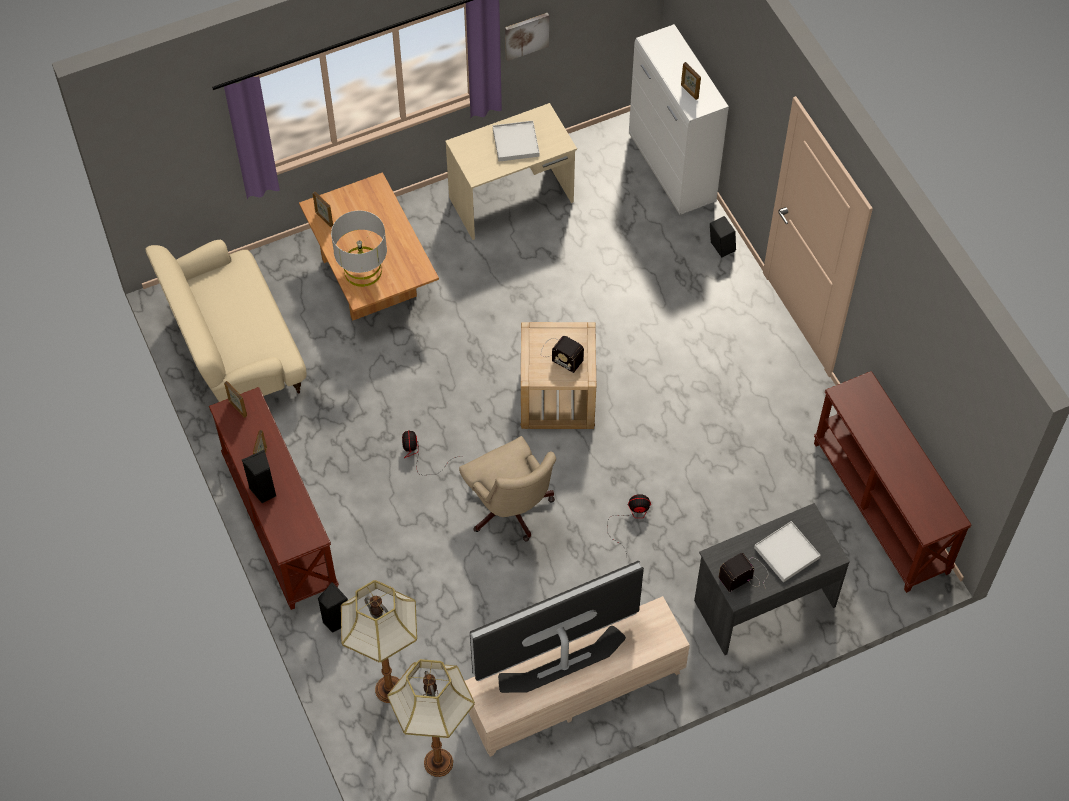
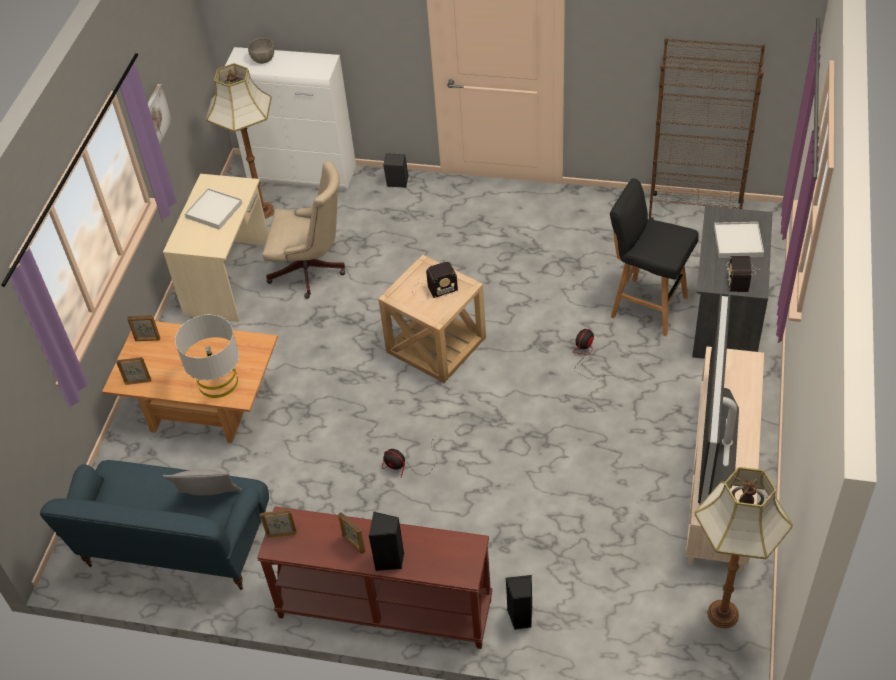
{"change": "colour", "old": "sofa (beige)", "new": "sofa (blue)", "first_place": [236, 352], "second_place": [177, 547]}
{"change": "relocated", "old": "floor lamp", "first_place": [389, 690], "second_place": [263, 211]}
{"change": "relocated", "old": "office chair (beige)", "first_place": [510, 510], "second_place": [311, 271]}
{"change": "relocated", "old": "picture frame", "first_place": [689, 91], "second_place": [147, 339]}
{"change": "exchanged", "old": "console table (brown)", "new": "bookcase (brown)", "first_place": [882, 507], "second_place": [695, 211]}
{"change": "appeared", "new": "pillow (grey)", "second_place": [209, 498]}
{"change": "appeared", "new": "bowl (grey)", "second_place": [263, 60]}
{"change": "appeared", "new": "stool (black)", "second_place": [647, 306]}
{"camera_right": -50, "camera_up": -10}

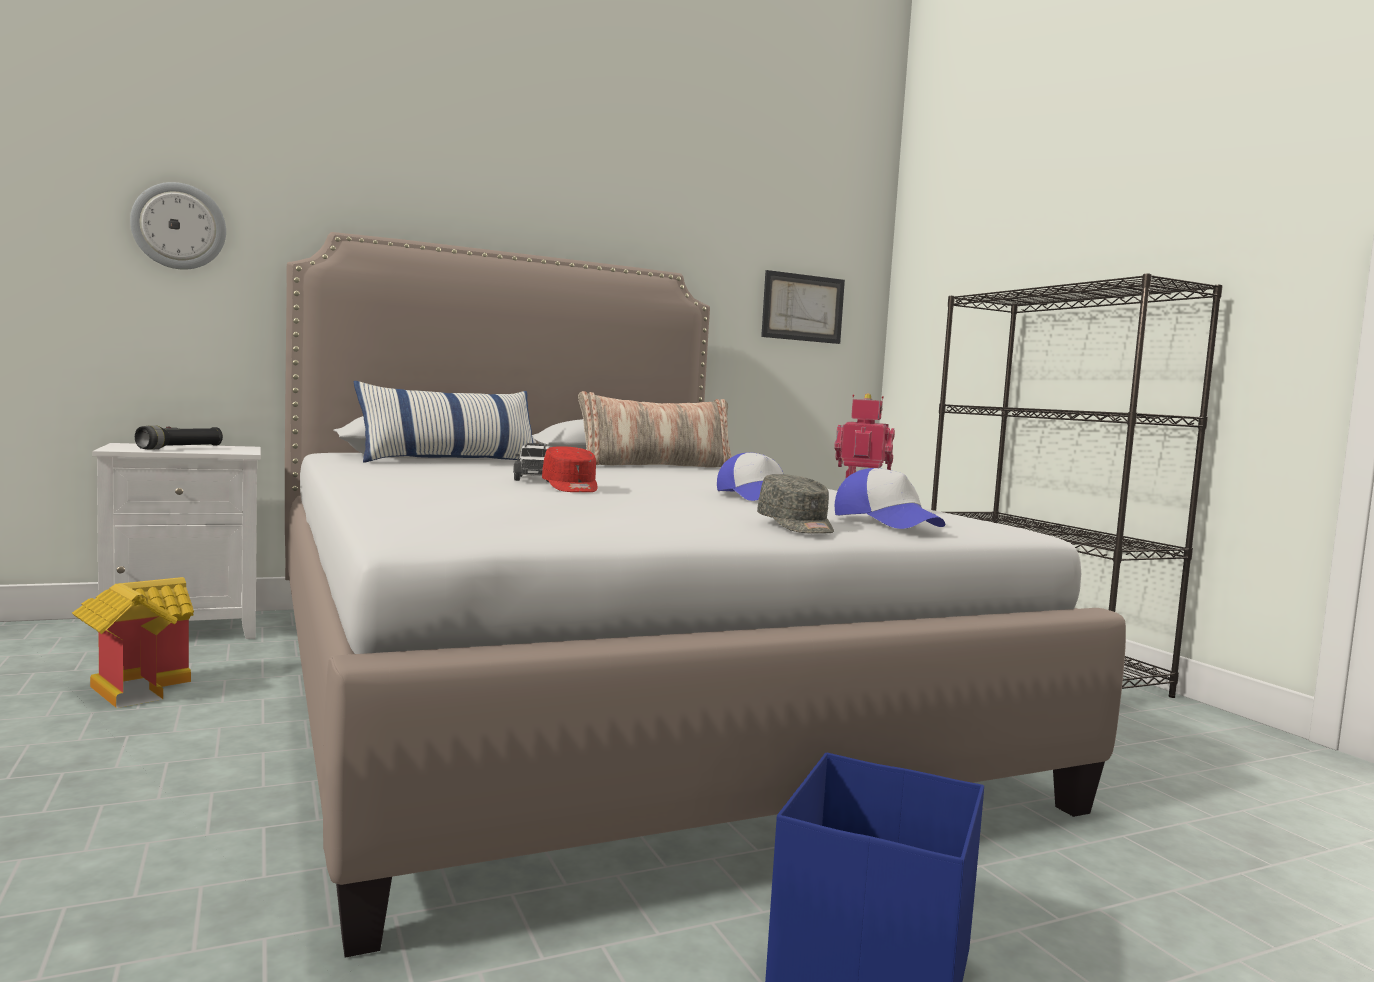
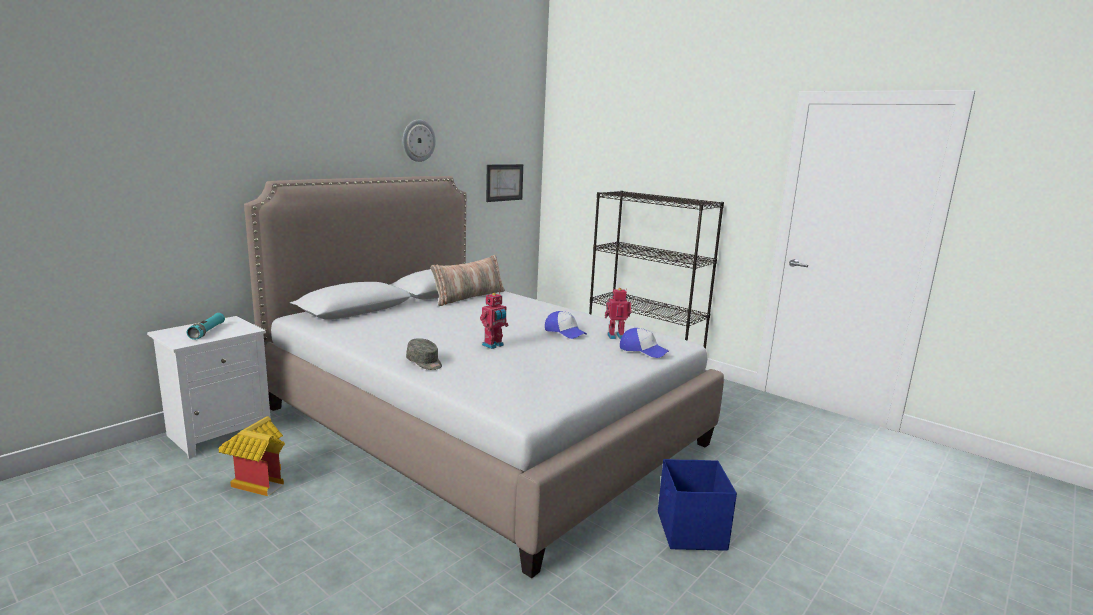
{"change": "relocated", "old": "wall clock", "first_place": [179, 226], "second_place": [418, 140]}
{"change": "colour", "old": "flashlight (black)", "new": "flashlight (turquoise)", "first_place": [180, 448], "second_place": [207, 332]}
{"change": "missing", "old": "pillow", "first_place": [450, 461]}
{"change": "missing", "old": "toy car", "first_place": [534, 479]}
{"change": "exchanged", "old": "cap (red)", "new": "toy robot", "first_place": [571, 488], "second_place": [493, 345]}
{"change": "relocated", "old": "cap (grey)", "first_place": [796, 526], "second_place": [425, 363]}
{"camera_right": -25, "camera_up": 10}

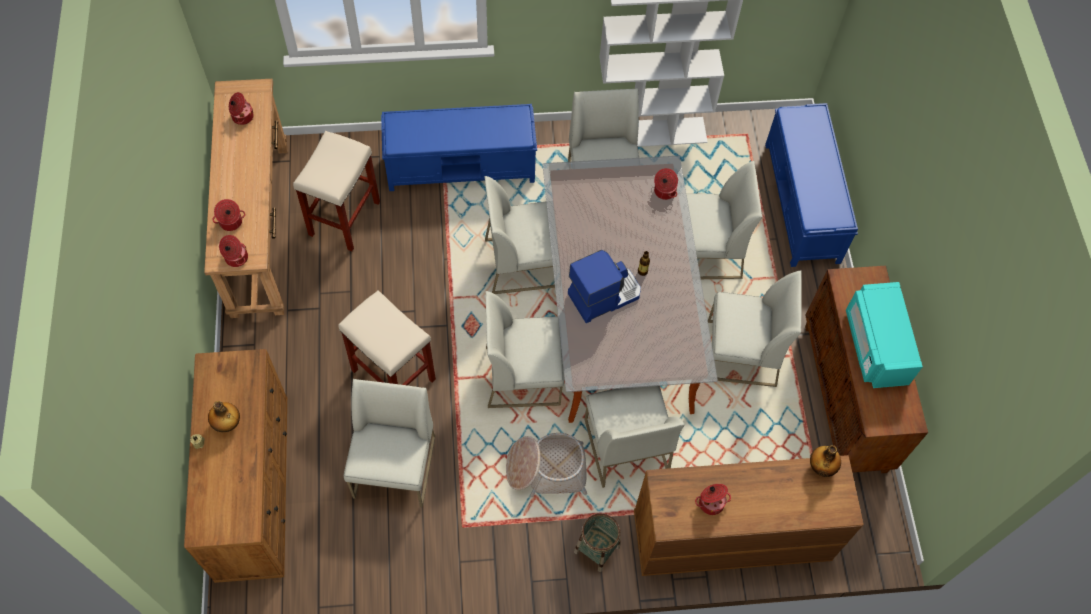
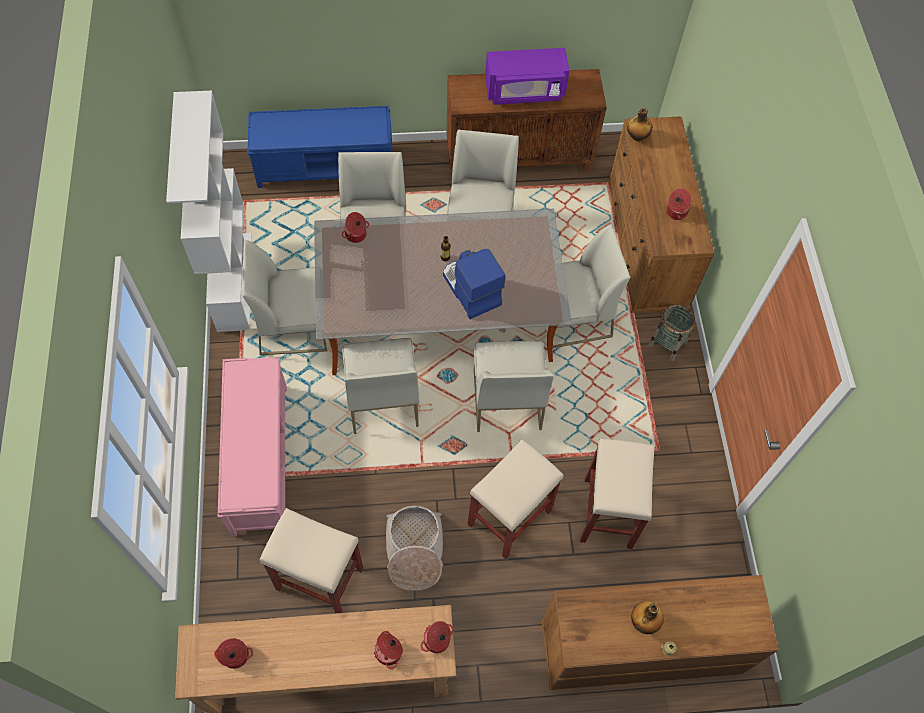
{"change": "exchanged", "old": "chair (white)", "new": "stool (beige)", "first_place": [395, 468], "second_place": [607, 511]}
{"change": "colour", "old": "bench (blue)", "new": "bench (pink)", "first_place": [462, 166], "second_place": [260, 457]}
{"change": "relocated", "old": "basket", "first_place": [546, 469], "second_place": [414, 550]}
{"change": "colour", "old": "microwave (turquoise)", "new": "microwave (purple)", "first_place": [875, 346], "second_place": [525, 91]}
{"camera_right": -90, "camera_up": 0}

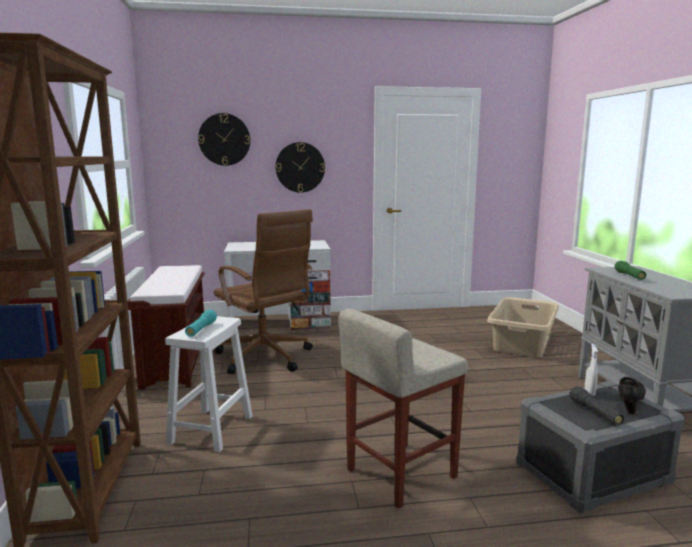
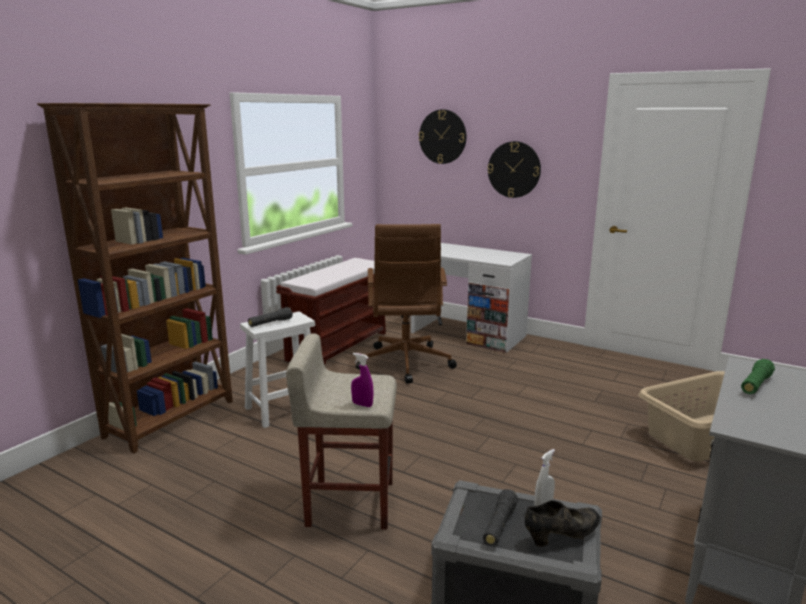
{"change": "colour", "old": "flashlight (turquoise)", "new": "flashlight (black)", "first_place": [201, 330], "second_place": [270, 323]}
{"change": "appeared", "new": "spray bottle (purple)", "second_place": [362, 405]}
{"camera_right": 40, "camera_up": 5}

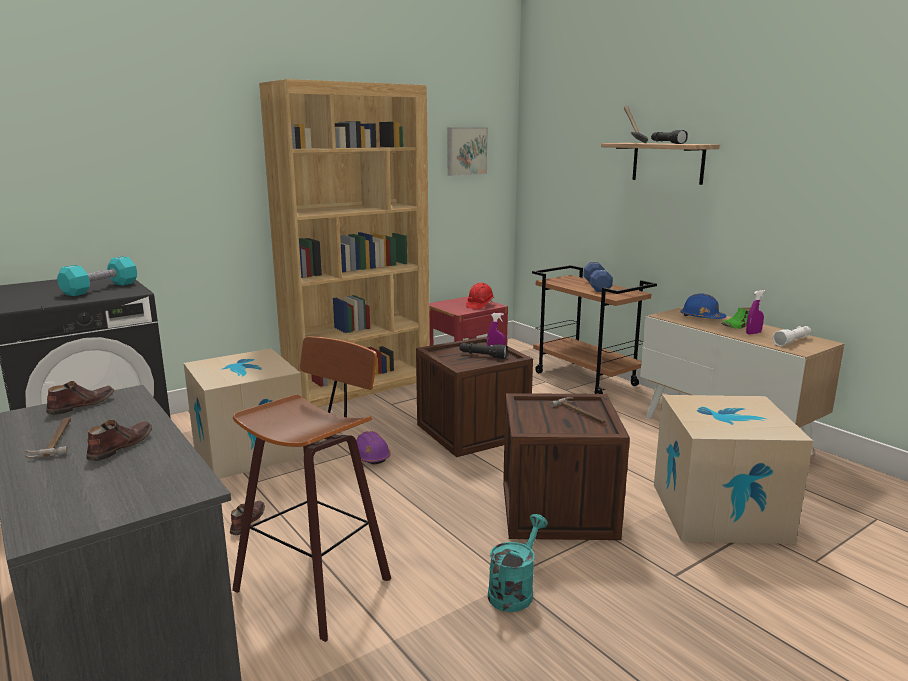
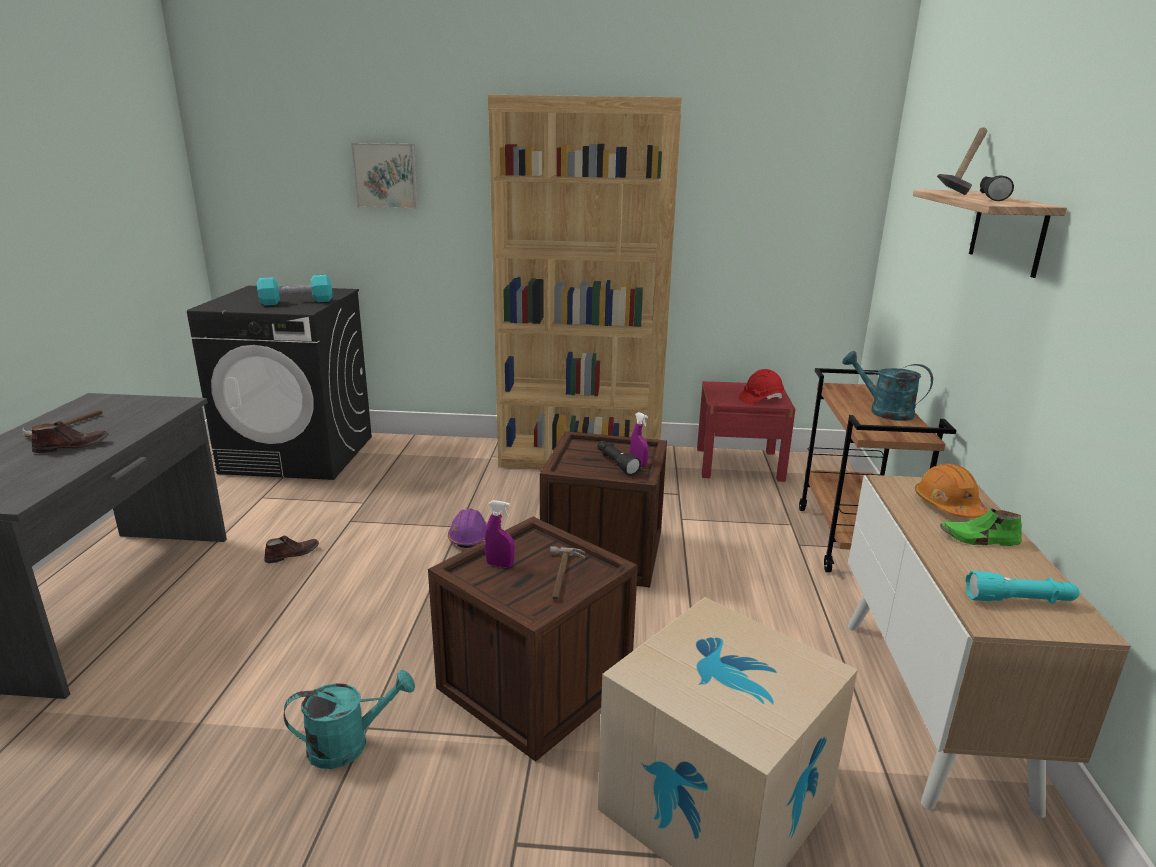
{"change": "missing", "old": "shoe (brown)", "first_place": [81, 405]}
{"change": "missing", "old": "cardboard box", "first_place": [248, 450]}
{"change": "missing", "old": "stool", "first_place": [318, 583]}
{"change": "relocated", "old": "picture", "first_place": [466, 151], "second_place": [386, 175]}
{"change": "exchanged", "old": "dumbbell (blue)", "new": "watering can (turquoise)", "first_place": [596, 286], "second_place": [883, 411]}
{"change": "colour", "old": "hard hat (blue)", "new": "hard hat (orange)", "first_place": [701, 318], "second_place": [947, 506]}
{"change": "relocated", "old": "spray bottle (purple)", "first_place": [753, 333], "second_place": [500, 565]}
{"change": "colour", "old": "flashlight (white)", "new": "flashlight (turquoise)", "first_place": [792, 341], "second_place": [1019, 600]}
{"camera_right": 40, "camera_up": 5}

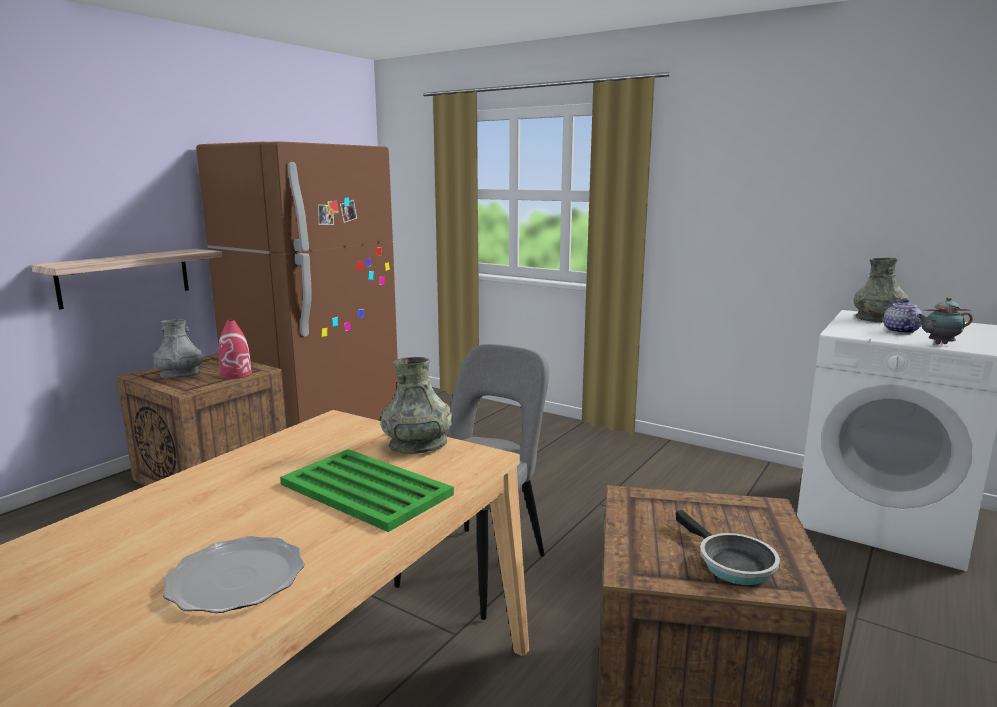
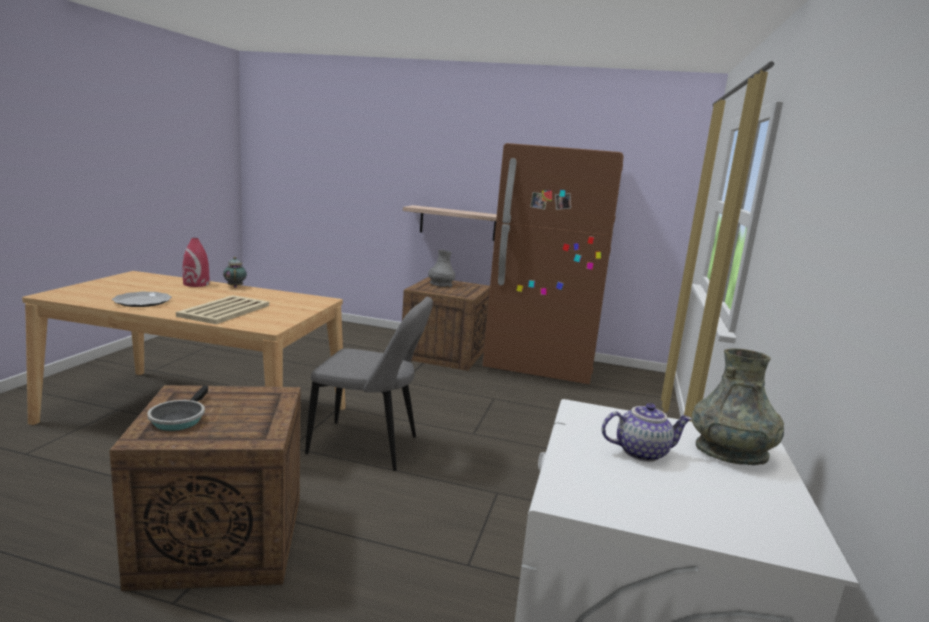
{"change": "relocated", "old": "vase (red)", "first_place": [236, 374], "second_place": [196, 284]}
{"change": "colour", "old": "tray (green)", "new": "tray (beige)", "first_place": [365, 489], "second_place": [225, 310]}
{"change": "missing", "old": "vase (grey)", "first_place": [418, 445]}
{"change": "spun", "old": "frying pan", "first_place": [731, 563], "second_place": [179, 418], "degrees": -45}
{"change": "relocated", "old": "teapot", "first_place": [938, 344], "second_place": [235, 286]}
{"camera_right": 70, "camera_up": 0}

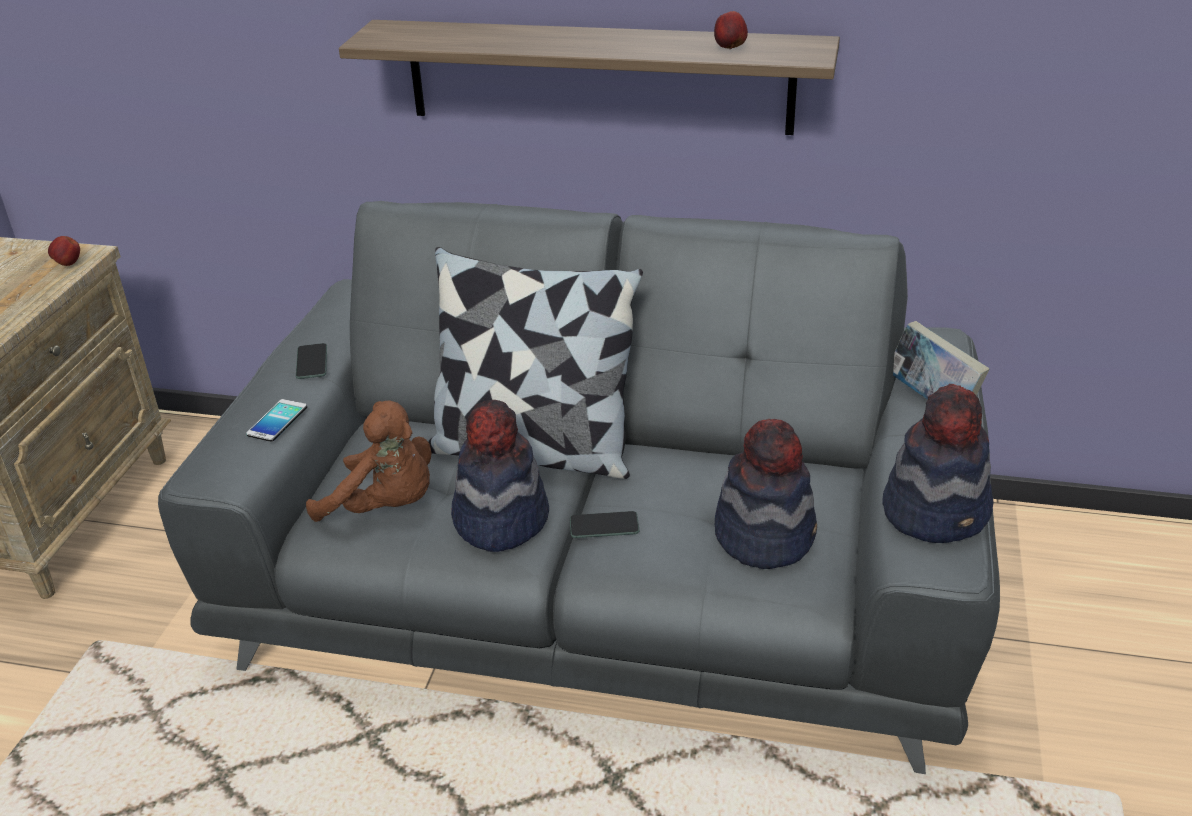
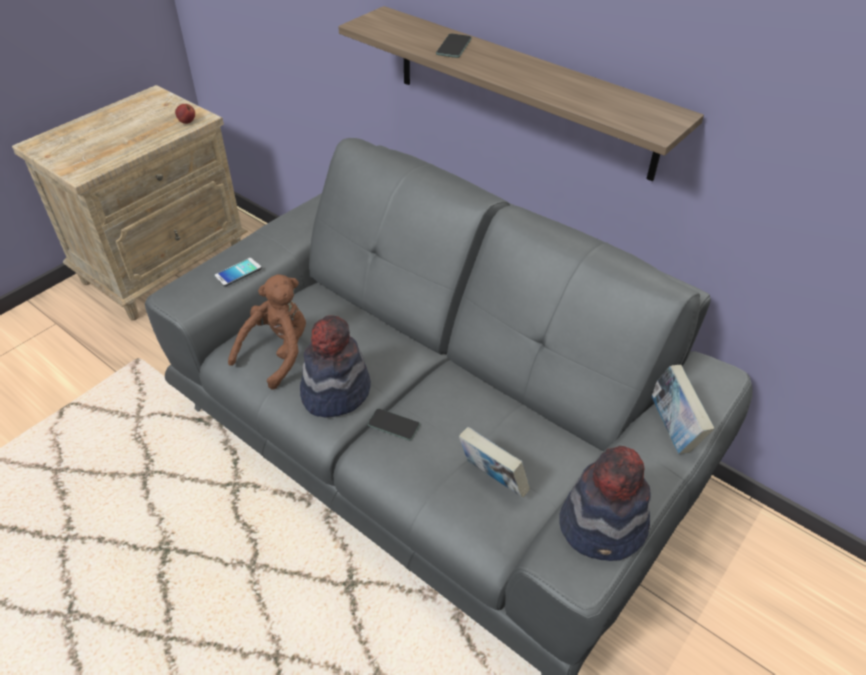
{"change": "relocated", "old": "phone", "first_place": [311, 362], "second_place": [454, 46]}
{"change": "spun", "old": "plush toy (brown)", "first_place": [385, 506], "second_place": [278, 353], "degrees": -105}
{"change": "missing", "old": "pillow", "first_place": [533, 449]}
{"change": "missing", "old": "apple", "first_place": [730, 48]}
{"change": "exchanged", "old": "hat", "new": "book", "first_place": [765, 535], "second_place": [492, 479]}
{"camera_right": 25, "camera_up": 10}

